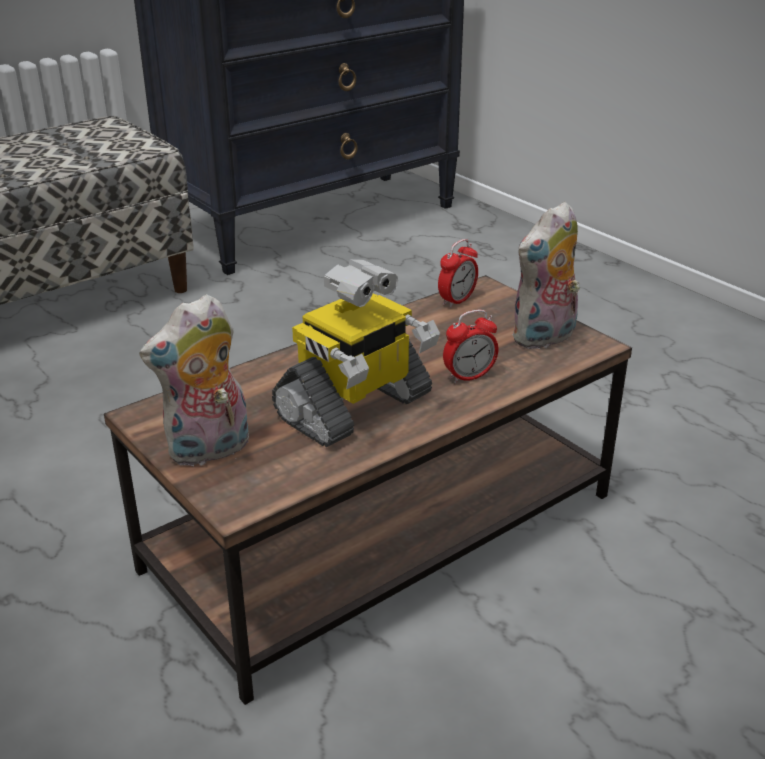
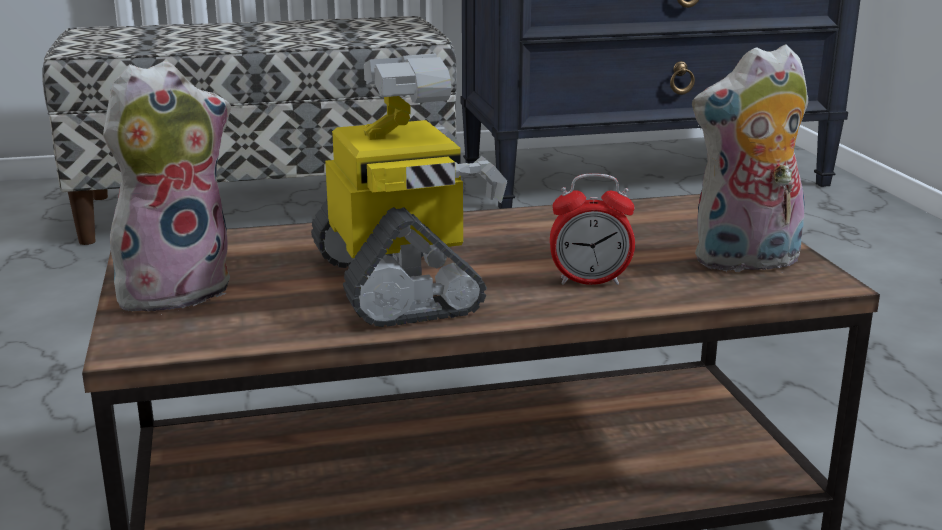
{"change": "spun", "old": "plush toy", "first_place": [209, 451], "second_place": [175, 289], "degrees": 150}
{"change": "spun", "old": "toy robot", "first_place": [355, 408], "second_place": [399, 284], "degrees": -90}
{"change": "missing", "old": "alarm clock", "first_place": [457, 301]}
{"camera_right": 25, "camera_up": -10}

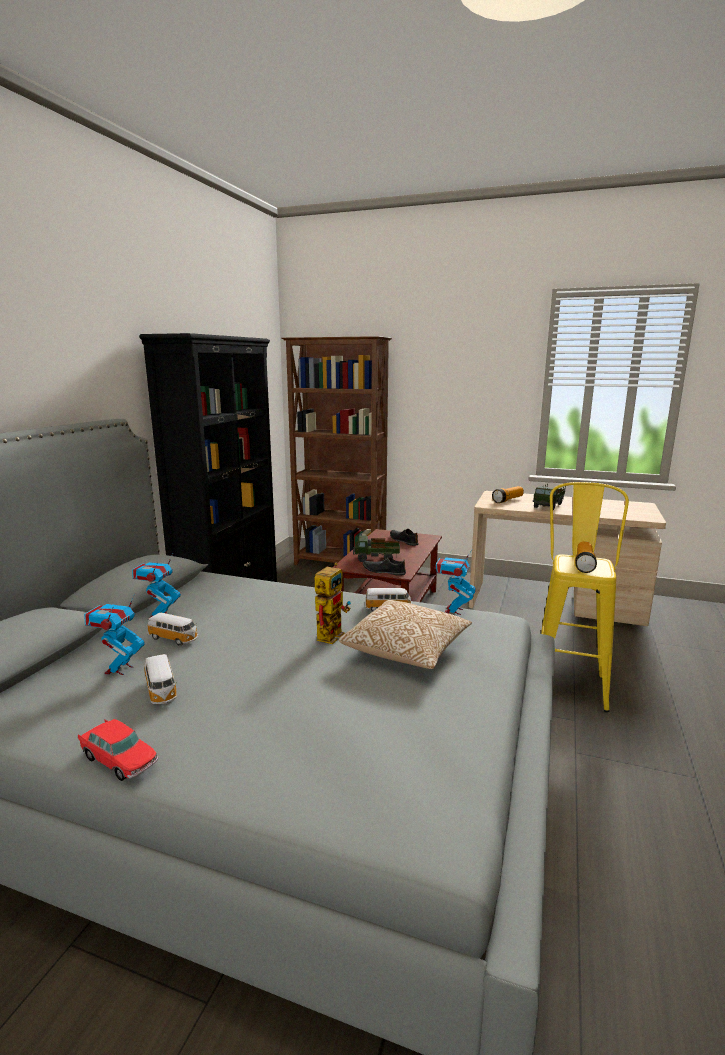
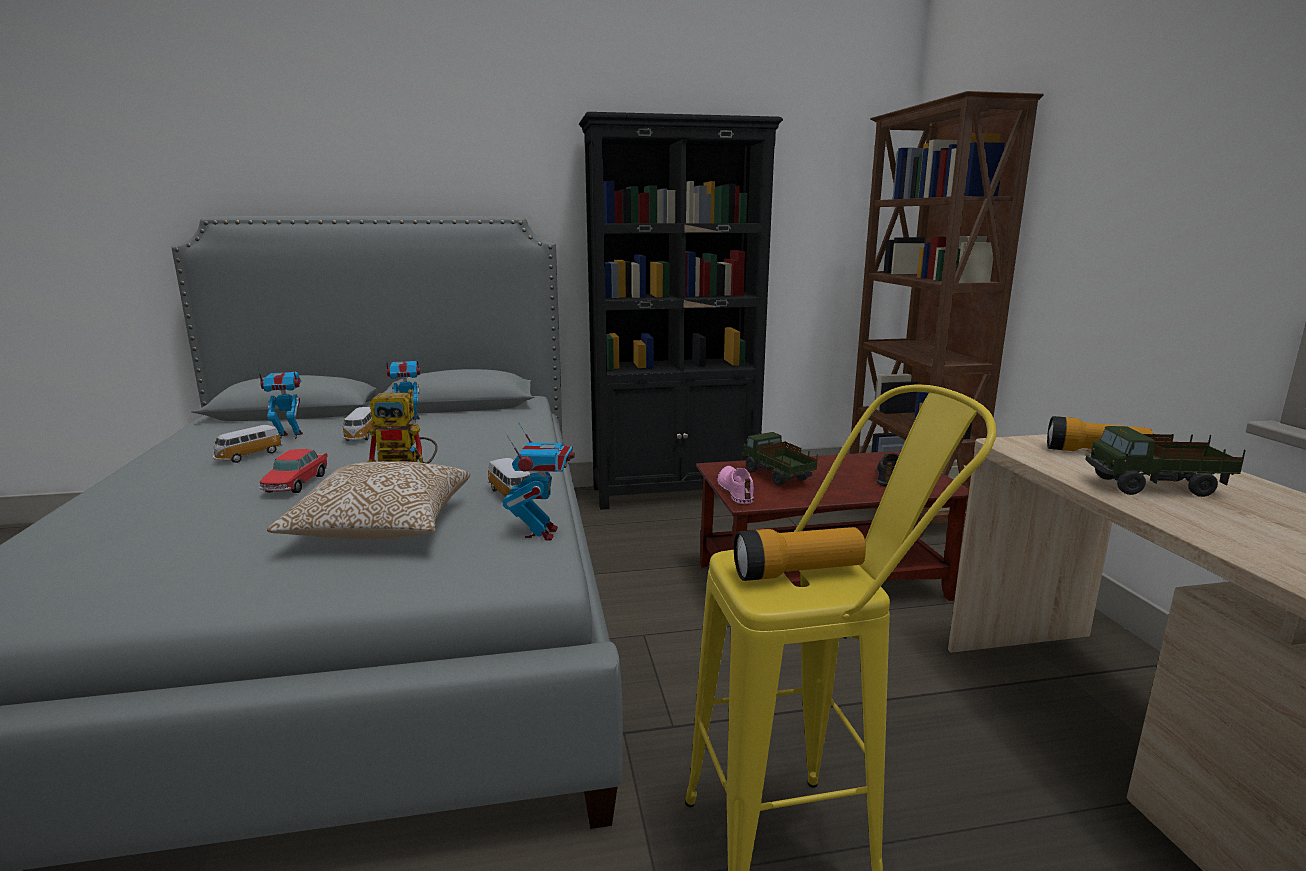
{"change": "relocated", "old": "toy car", "first_place": [119, 760], "second_place": [296, 484]}
{"change": "colour", "old": "shoe (black)", "new": "shoe (pink)", "first_place": [383, 571], "second_place": [736, 490]}
{"change": "spun", "old": "toy robot", "first_place": [453, 611], "second_place": [541, 533], "degrees": 105}
{"camera_right": 60, "camera_up": 0}

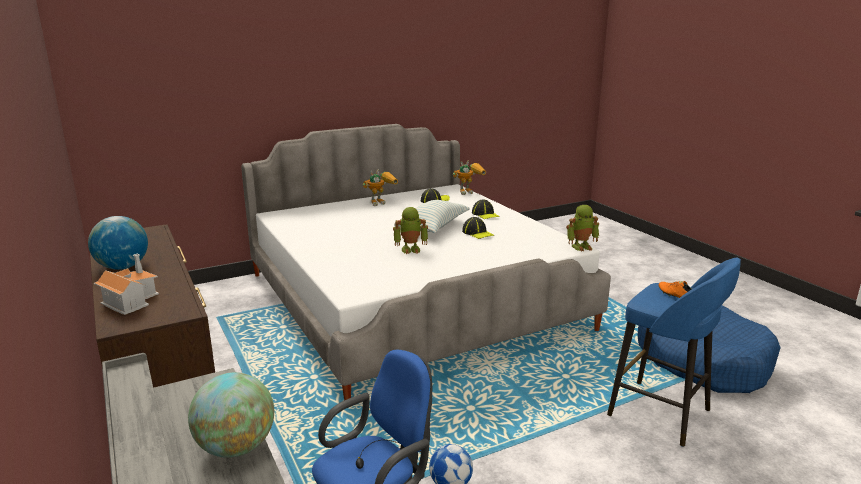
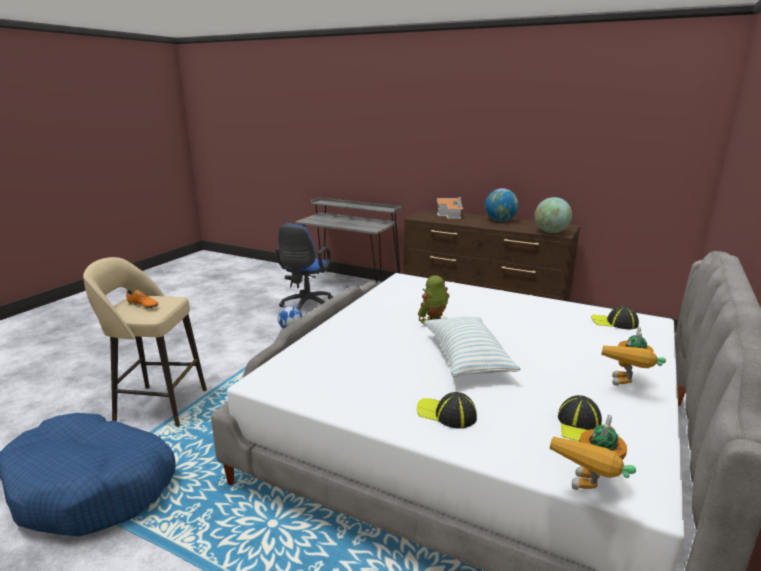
{"change": "relocated", "old": "globe", "first_place": [236, 448], "second_place": [551, 232]}
{"change": "relocated", "old": "cap", "first_place": [478, 233], "second_place": [614, 322]}
{"change": "missing", "old": "toy robot", "first_place": [581, 246]}
{"change": "colour", "old": "stool (blue)", "new": "stool (beige)", "first_place": [662, 414], "second_place": [159, 405]}
{"camera_right": 145, "camera_up": 0}

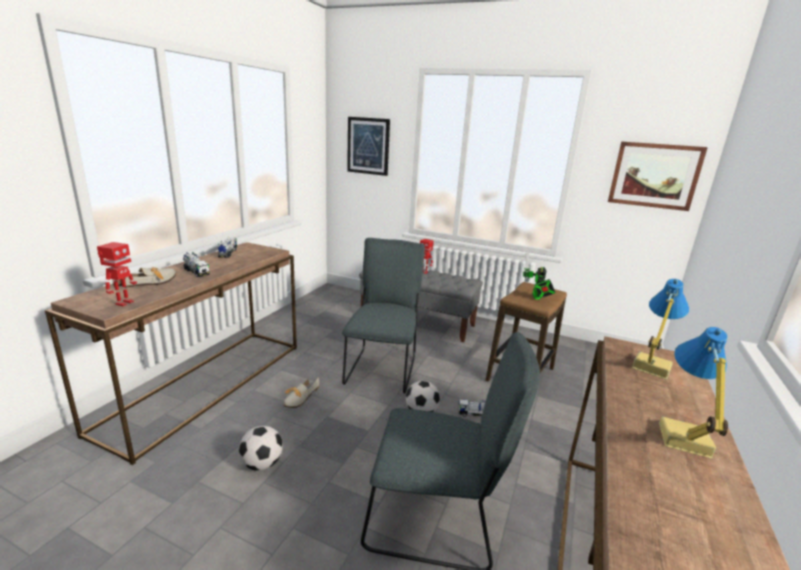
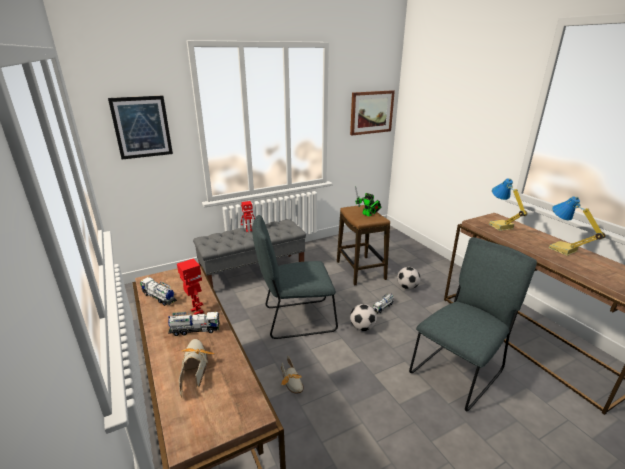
{"change": "relocated", "old": "toy robot", "first_place": [123, 303], "second_place": [196, 311]}
{"change": "relocated", "old": "football", "first_place": [262, 464], "second_place": [407, 287]}
{"change": "spun", "old": "chair (grey)", "first_place": [382, 368], "second_place": [296, 319], "degrees": -60}
{"camera_right": -50, "camera_up": 5}

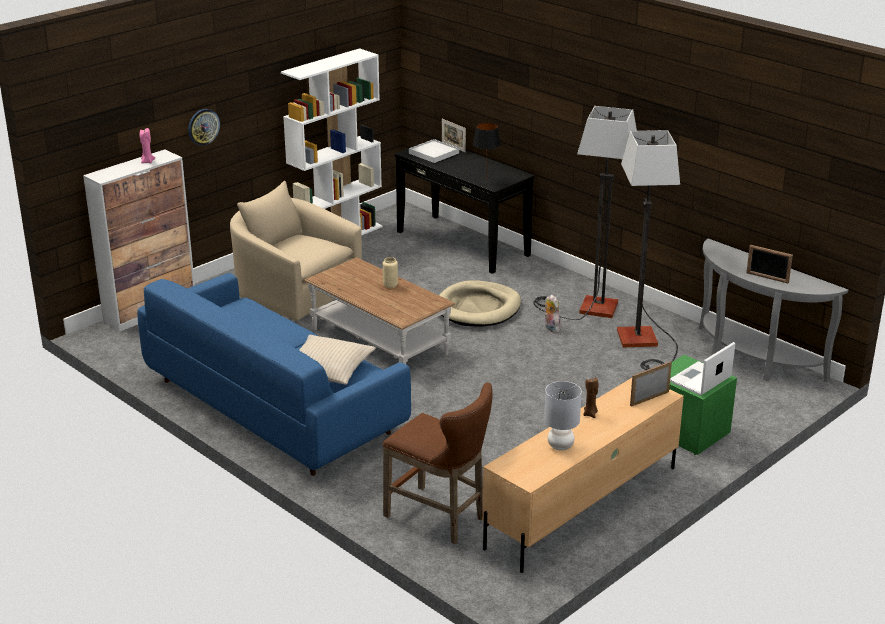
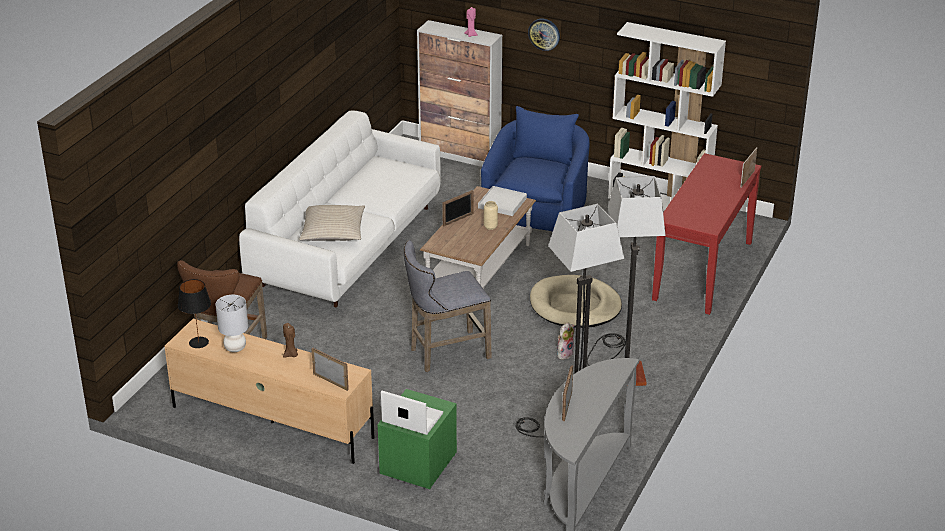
{"change": "colour", "old": "sofa (blue)", "new": "sofa (white)", "first_place": [274, 406], "second_place": [349, 246]}
{"change": "colour", "old": "armchair (beige)", "new": "armchair (blue)", "first_place": [294, 291], "second_place": [538, 207]}
{"change": "colour", "old": "console table (black)", "new": "console table (red)", "first_place": [463, 243], "second_place": [703, 270]}
{"change": "relocated", "old": "tray (white)", "first_place": [434, 153], "second_place": [502, 203]}
{"change": "relocated", "old": "table lamp (black)", "first_place": [486, 181], "second_place": [199, 342]}
{"change": "appeared", "new": "stool (grey)", "second_place": [445, 353]}
{"change": "appeared", "new": "picture frame", "second_place": [458, 220]}
{"camera_right": 70, "camera_up": 5}

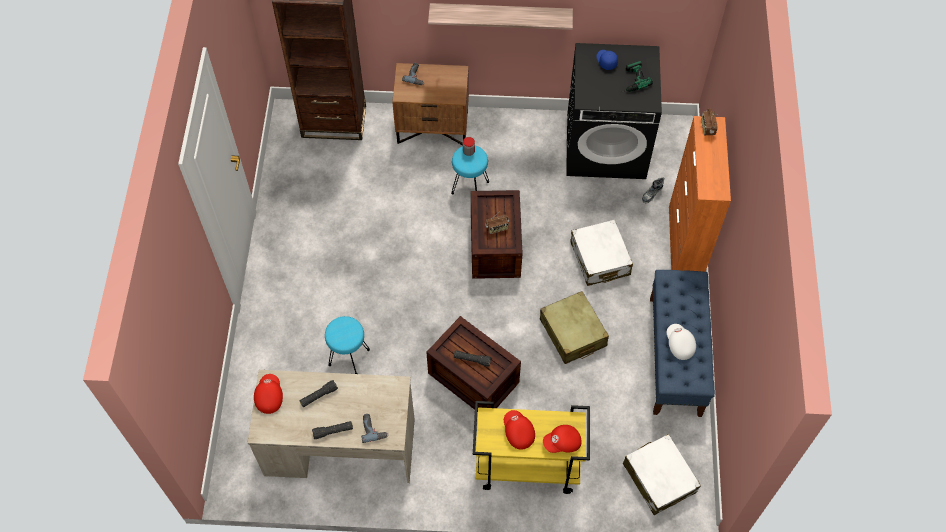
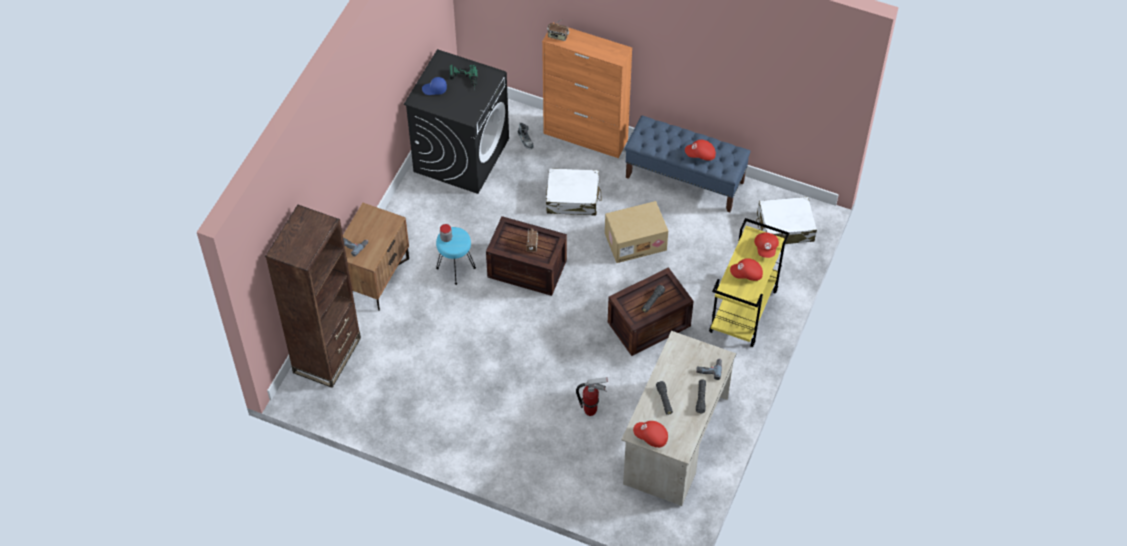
{"change": "exchanged", "old": "stool (turquoise)", "new": "fire extinguisher", "first_place": [349, 356], "second_place": [591, 410]}
{"change": "missing", "old": "shelf", "first_place": [500, 15]}
{"change": "exchanged", "old": "suitcase (beige)", "new": "cardboard box", "first_place": [572, 333], "second_place": [635, 241]}
{"change": "colour", "old": "cap (white)", "new": "cap (red)", "first_place": [679, 344], "second_place": [700, 155]}
{"camera_right": -70, "camera_up": -5}

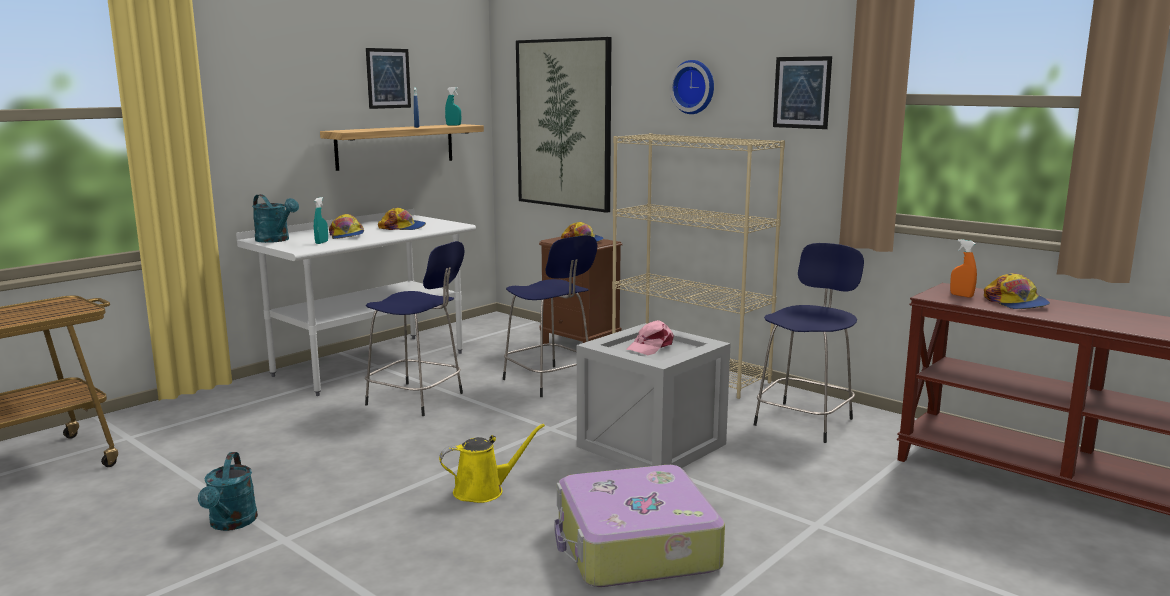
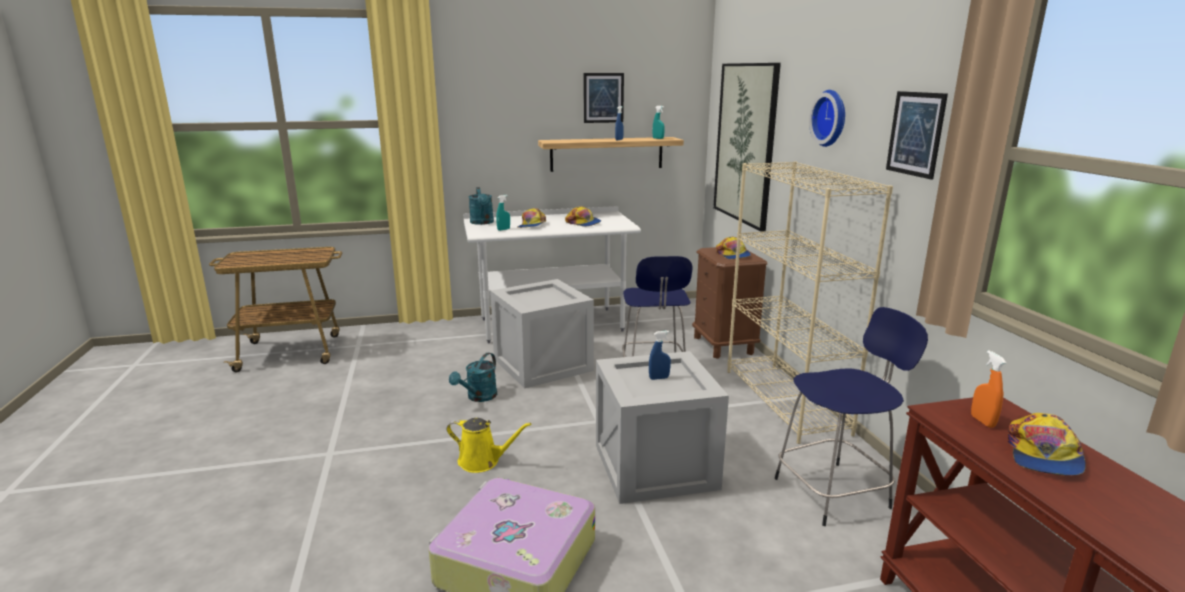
{"change": "relocated", "old": "watering can (turquoise)", "first_place": [231, 524], "second_place": [478, 397]}
{"change": "exchanged", "old": "stool (blue)", "new": "crate", "first_place": [418, 399], "second_place": [542, 365]}
{"change": "exchanged", "old": "cap (pink)", "new": "spray bottle (blue)", "first_place": [650, 347], "second_place": [659, 378]}
{"camera_right": 35, "camera_up": 5}

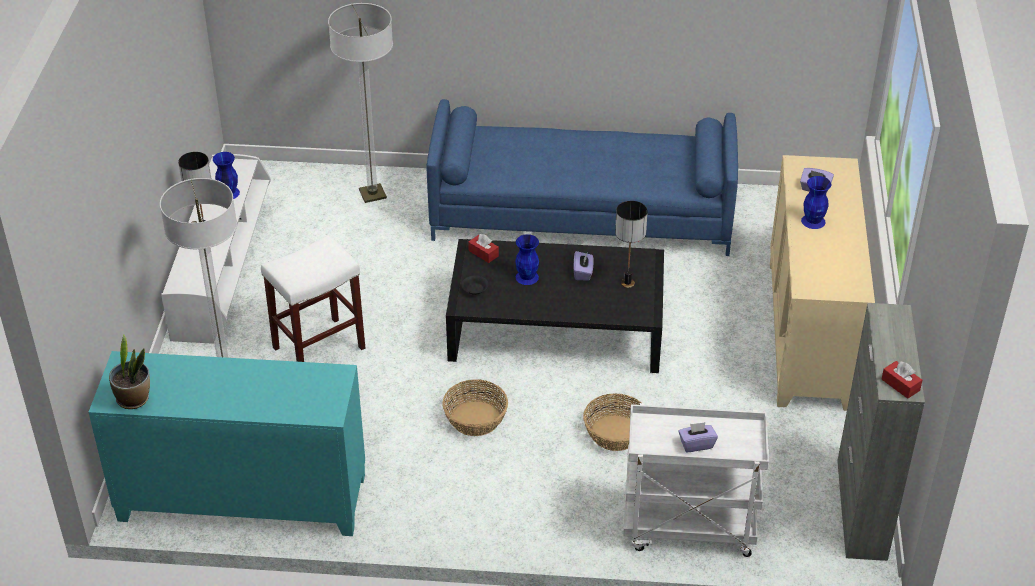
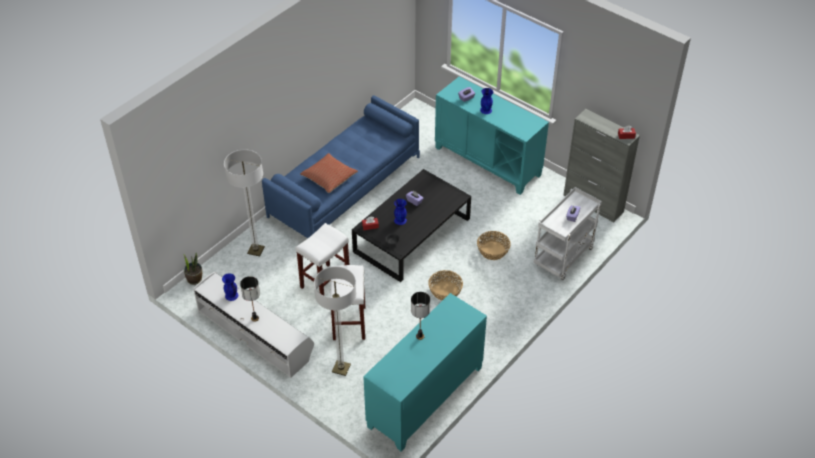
{"change": "relocated", "old": "potted plant", "first_place": [134, 399], "second_place": [194, 279]}
{"change": "relocated", "old": "table lamp", "first_place": [627, 283], "second_place": [419, 336]}
{"change": "colour", "old": "cabinet (beige)", "new": "cabinet (turquoise)", "first_place": [810, 333], "second_place": [488, 161]}
{"change": "appeared", "new": "stool (white)", "second_place": [325, 283]}
{"change": "appeared", "new": "pillow", "second_place": [329, 178]}
{"camera_right": -55, "camera_up": 5}

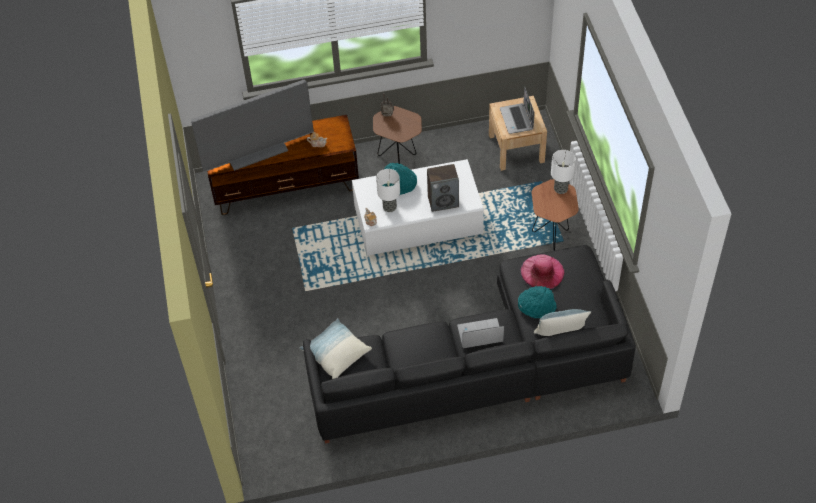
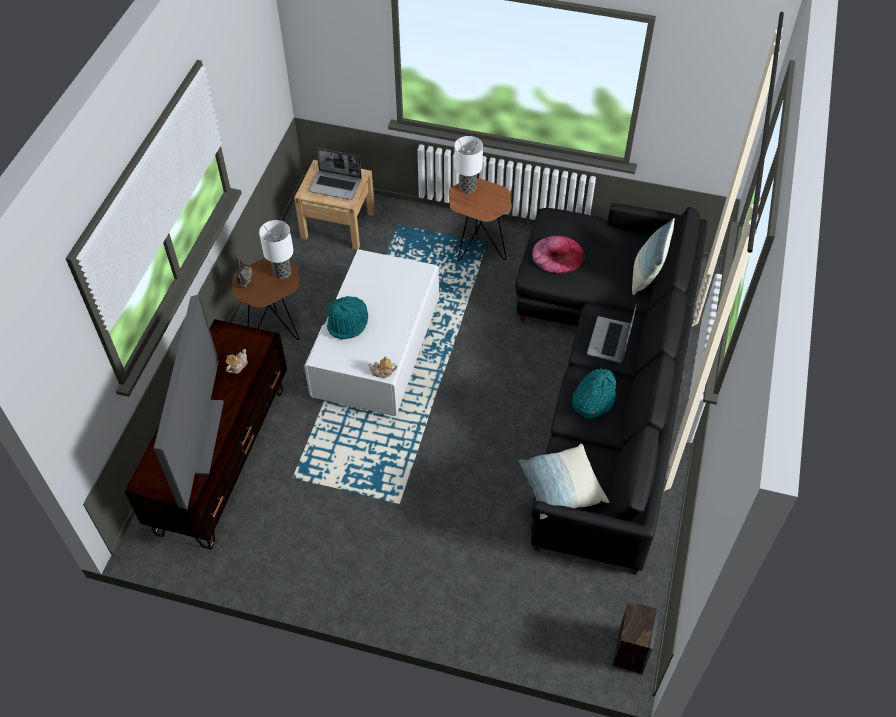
{"change": "relocated", "old": "table lamp", "first_place": [390, 207], "second_place": [282, 272]}
{"change": "relocated", "old": "speaker", "first_place": [443, 201], "second_place": [630, 650]}
{"change": "relocated", "old": "hat (turquoise)", "first_place": [537, 306], "second_place": [593, 400]}
{"camera_right": -65, "camera_up": 0}

